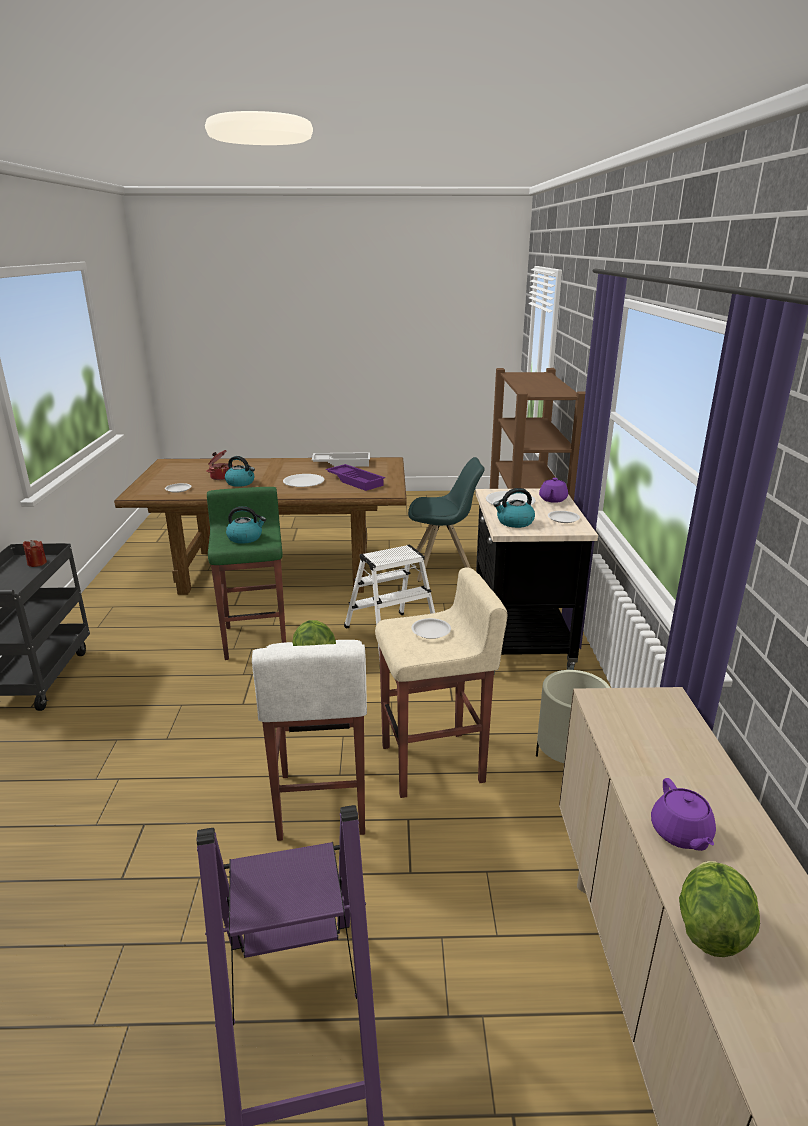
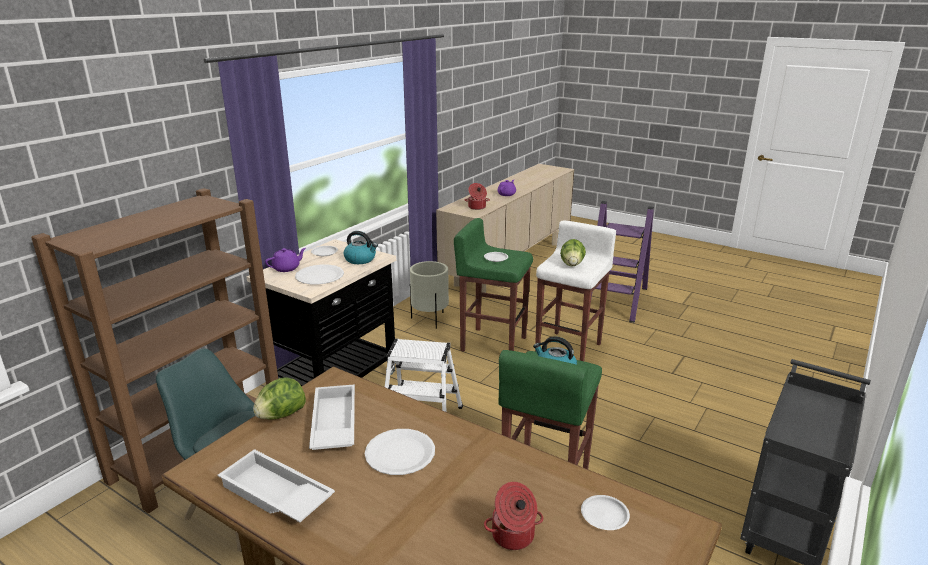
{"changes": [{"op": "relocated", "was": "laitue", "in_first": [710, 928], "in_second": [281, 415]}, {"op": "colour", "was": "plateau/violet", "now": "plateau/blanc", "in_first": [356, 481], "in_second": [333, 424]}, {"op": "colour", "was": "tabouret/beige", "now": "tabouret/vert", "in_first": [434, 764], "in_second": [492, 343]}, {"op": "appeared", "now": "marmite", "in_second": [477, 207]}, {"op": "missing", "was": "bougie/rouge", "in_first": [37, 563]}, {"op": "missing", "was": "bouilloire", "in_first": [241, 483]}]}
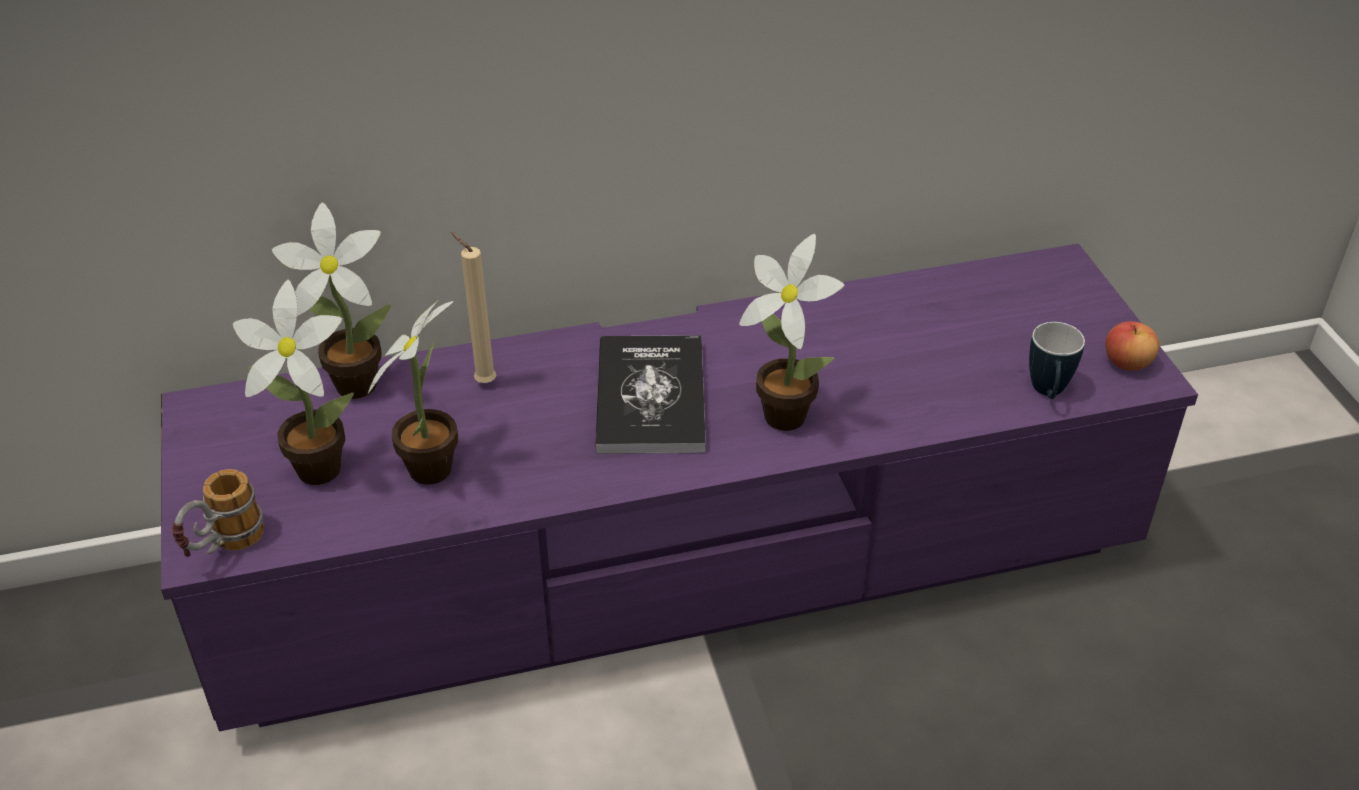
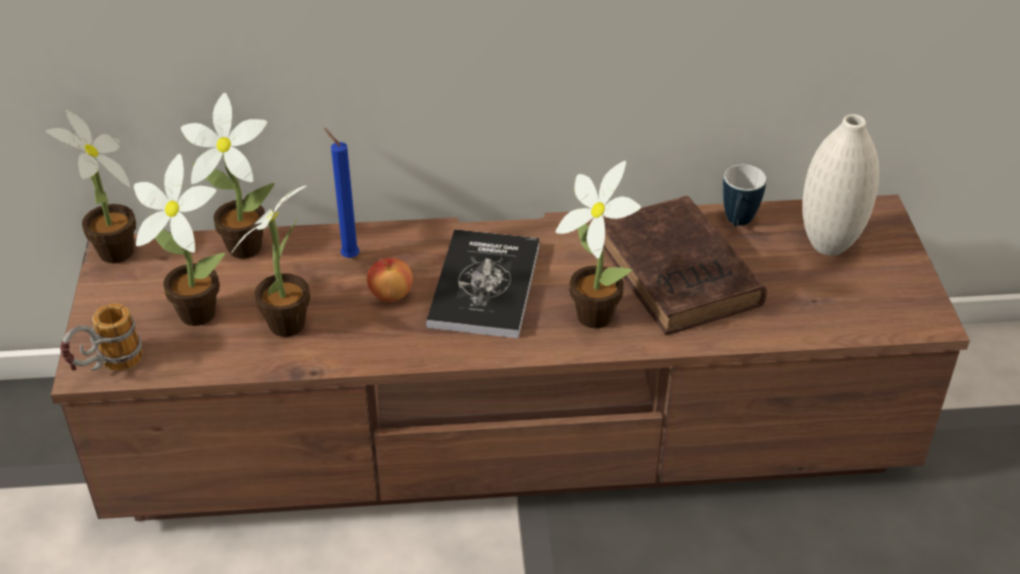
{"changes": [{"op": "appeared", "now": "plante en pot", "in_second": [114, 256]}, {"op": "colour", "was": "meuble télé/violet", "now": "meuble télé/marron", "in_first": [680, 564], "in_second": [511, 434]}, {"op": "colour", "was": "bougie/beige", "now": "bougie/bleu", "in_first": [482, 381], "in_second": [348, 256]}, {"op": "relocated", "was": "pomme", "in_first": [1127, 363], "in_second": [391, 294]}, {"op": "appeared", "now": "livre/marron", "in_second": [679, 275]}, {"op": "relocated", "was": "mug", "in_first": [1048, 394], "in_second": [737, 223]}, {"op": "appeared", "now": "vase/blanc", "in_second": [828, 245]}]}
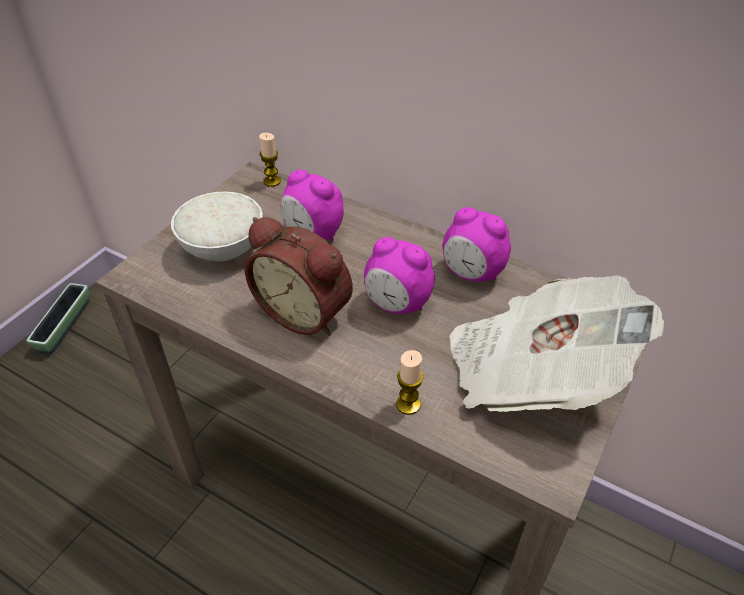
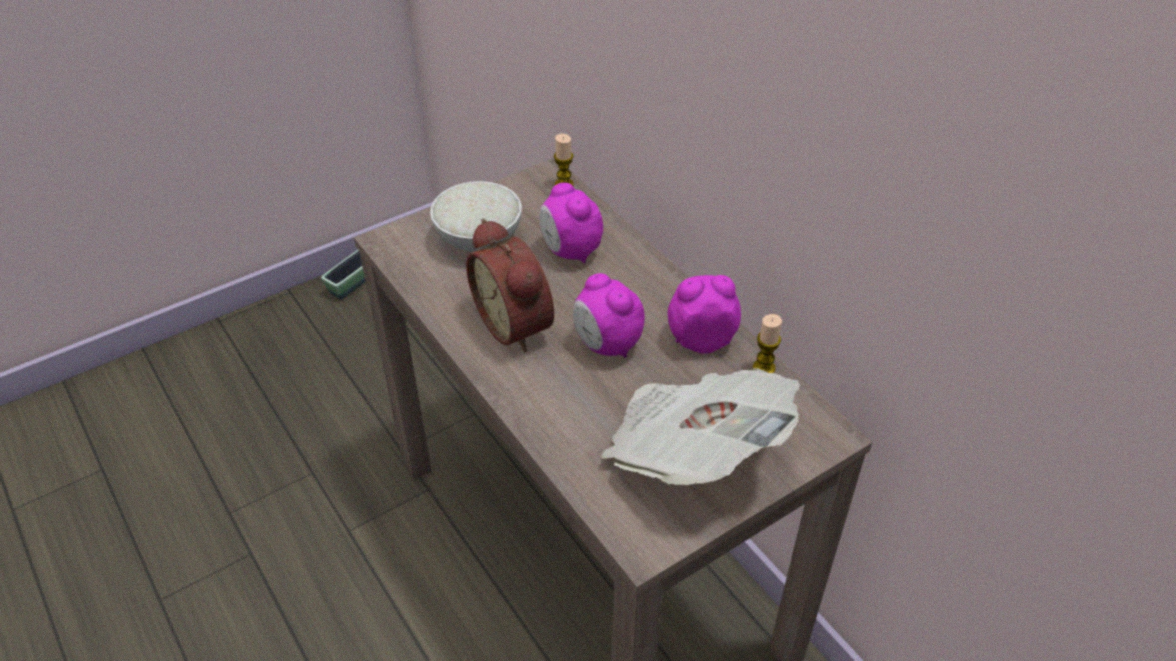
{"changes": [{"op": "spun", "was": "réveil", "in_first": [472, 273], "in_second": [701, 339], "clockwise": 120}, {"op": "relocated", "was": "bougie", "in_first": [408, 404], "in_second": [763, 368]}]}
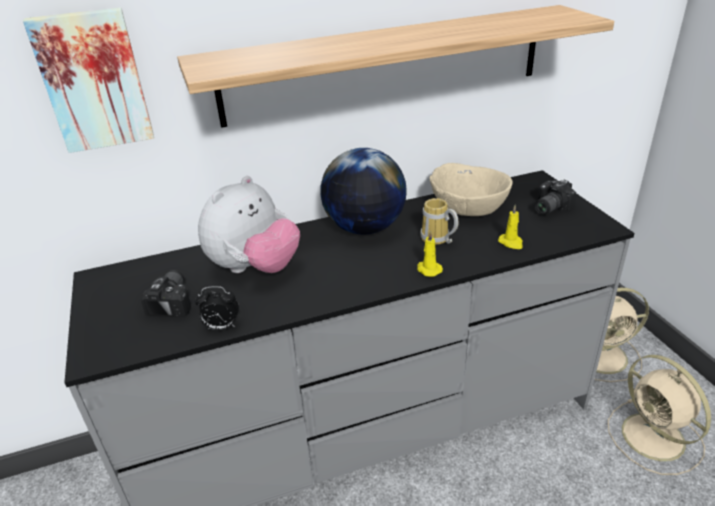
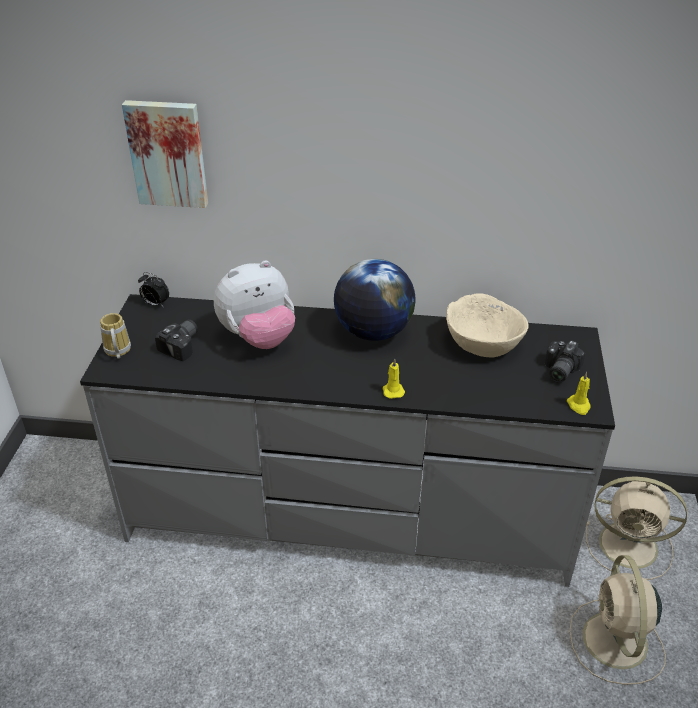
{"changes": [{"op": "relocated", "was": "mug", "in_first": [437, 240], "in_second": [116, 352]}, {"op": "relocated", "was": "réveil", "in_first": [221, 327], "in_second": [155, 304]}, {"op": "spun", "was": "appareil photo", "in_first": [548, 208], "in_second": [558, 370], "clockwise": -45}, {"op": "relocated", "was": "bougie/jaune", "in_first": [511, 243], "in_second": [579, 406]}, {"op": "missing", "was": "étagère", "in_first": [386, 64]}]}
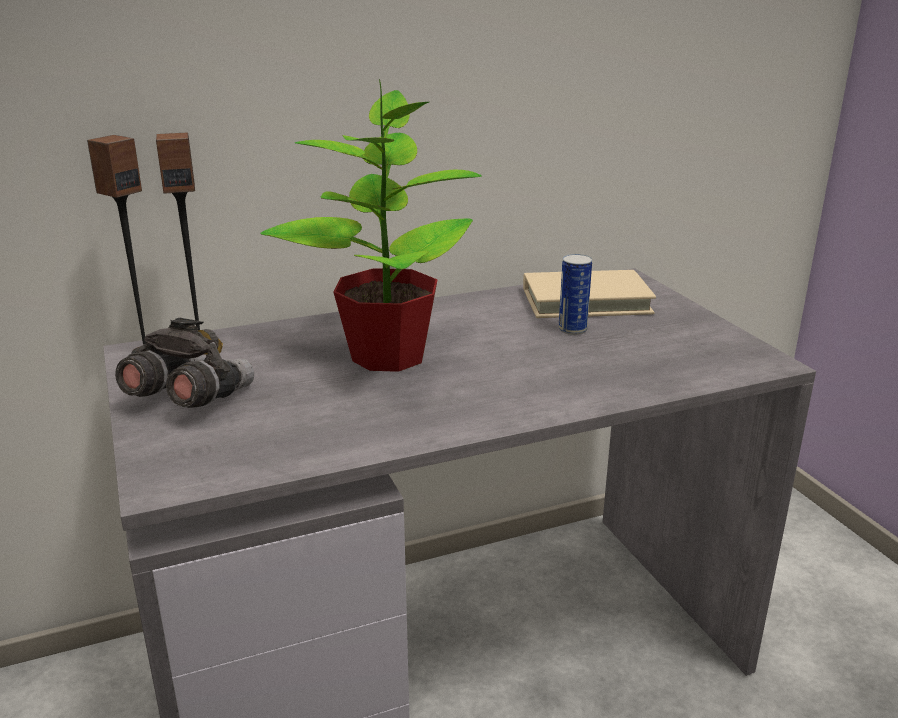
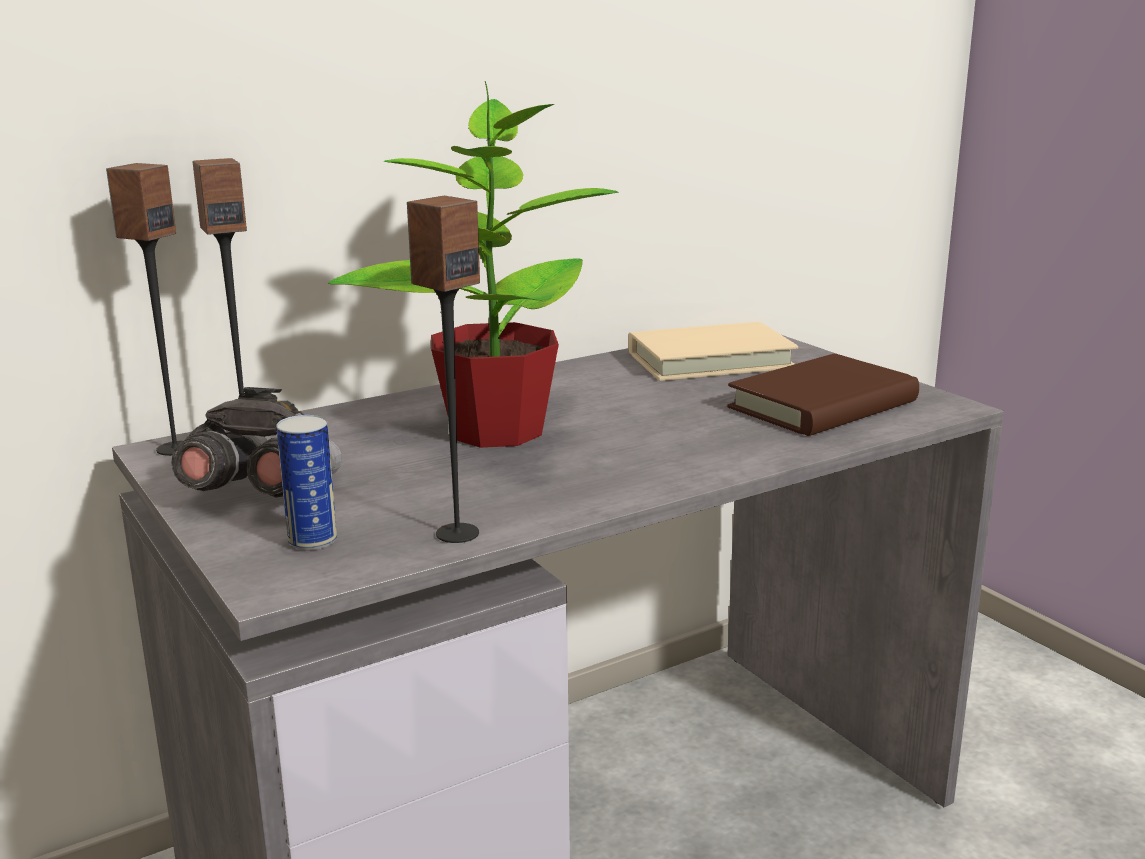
{"changes": [{"op": "relocated", "was": "boîte métallique", "in_first": [572, 329], "in_second": [312, 541]}, {"op": "appeared", "now": "enceinte", "in_second": [457, 533]}, {"op": "appeared", "now": "livre/marron", "in_second": [823, 405]}]}
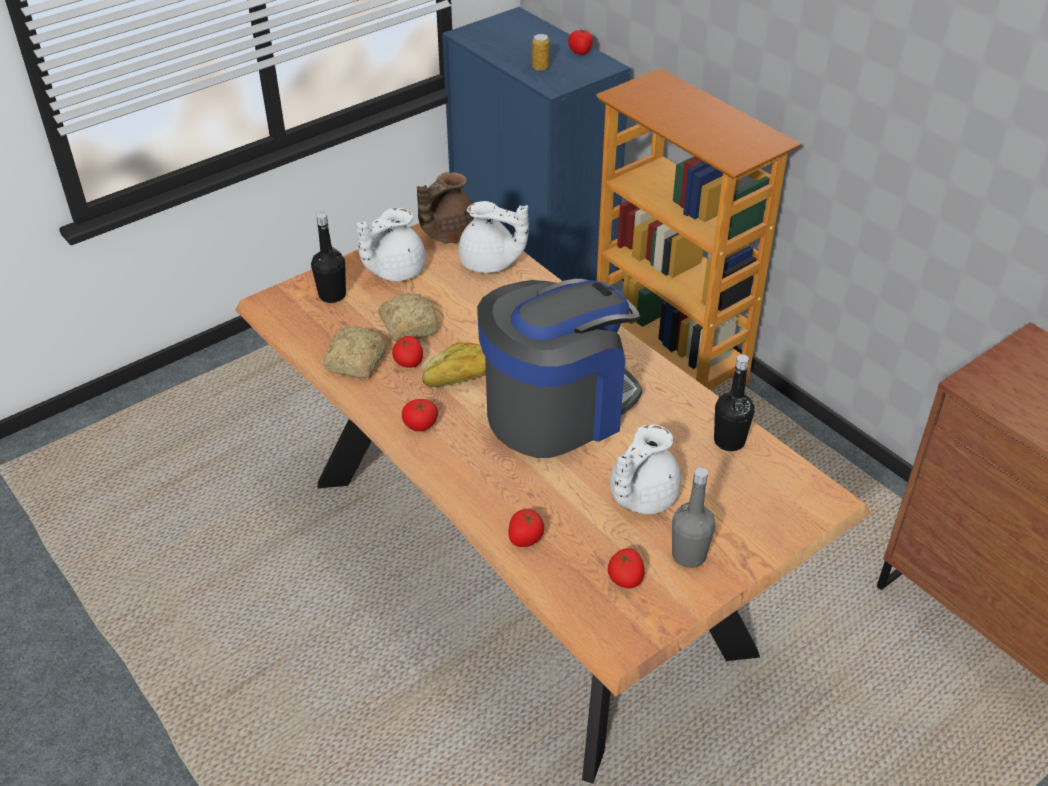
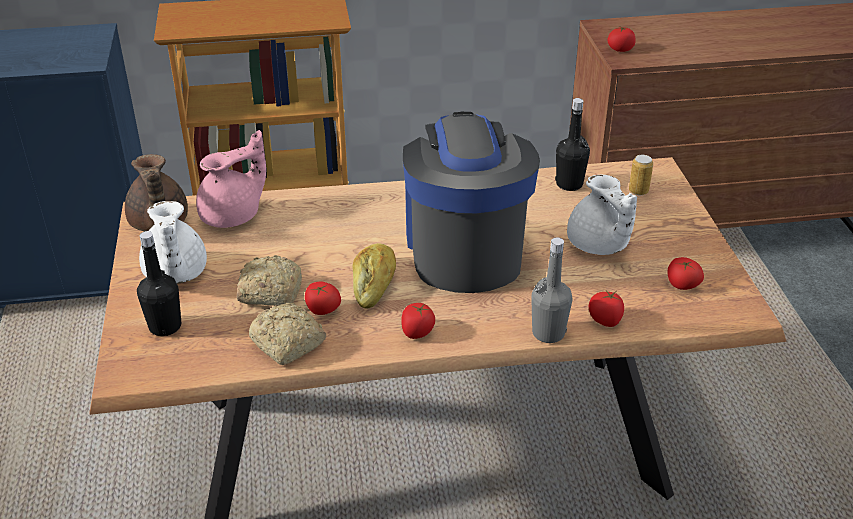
{"changes": [{"op": "colour", "was": "théière/blanc", "now": "théière/rose", "in_first": [490, 264], "in_second": [233, 215]}, {"op": "relocated", "was": "bouteille/gris", "in_first": [688, 555], "in_second": [548, 333]}, {"op": "relocated", "was": "tomate", "in_first": [580, 51], "in_second": [620, 49]}, {"op": "relocated", "was": "boîte métallique", "in_first": [540, 67], "in_second": [638, 191]}]}
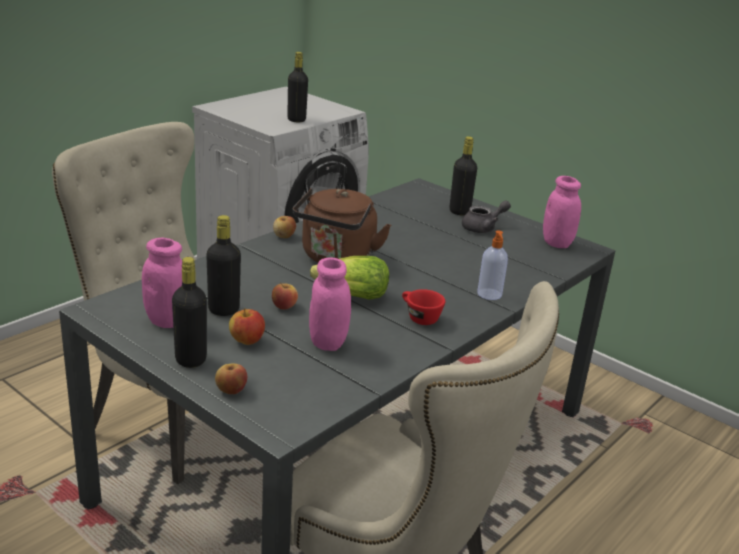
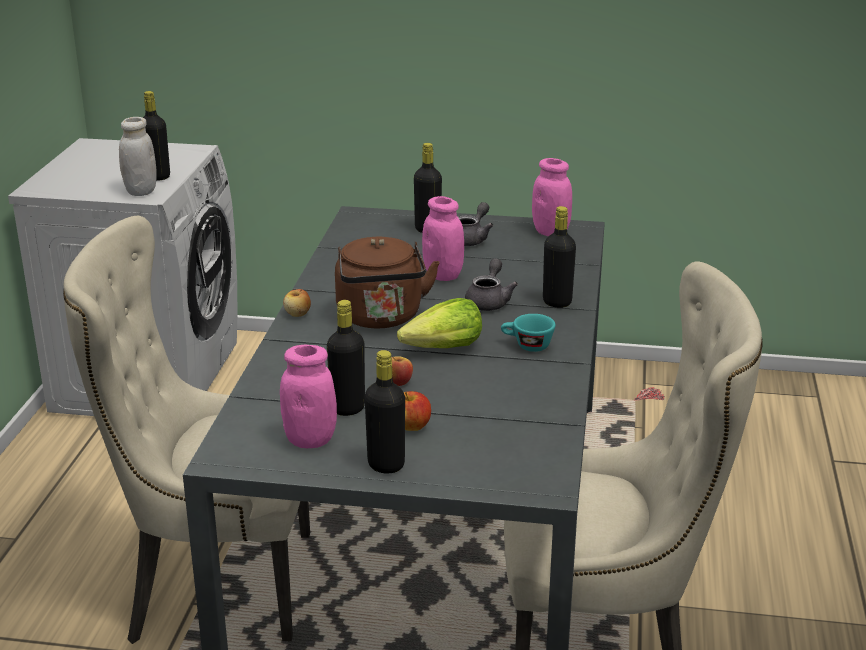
{"changes": [{"op": "appeared", "now": "bocal/blanc", "in_second": [140, 191]}, {"op": "relocated", "was": "bocal/rose", "in_first": [328, 342], "in_second": [443, 275]}, {"op": "appeared", "now": "théière/gris", "in_second": [489, 301]}, {"op": "colour", "was": "tasse/rouge", "now": "tasse/turquoise", "in_first": [419, 317], "in_second": [527, 346]}, {"op": "exchanged", "was": "distributeur de savon", "now": "bouteille/noir", "in_first": [489, 295], "in_second": [557, 302]}, {"op": "missing", "was": "pomme", "in_first": [231, 390]}]}
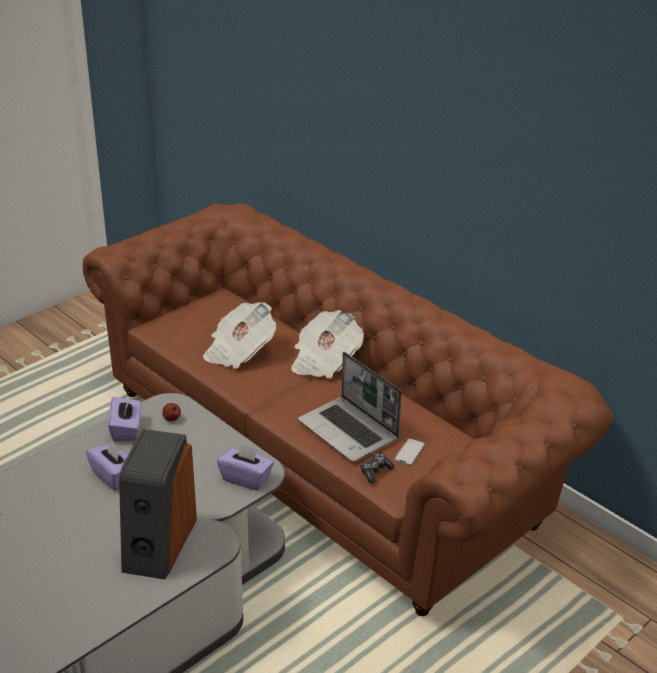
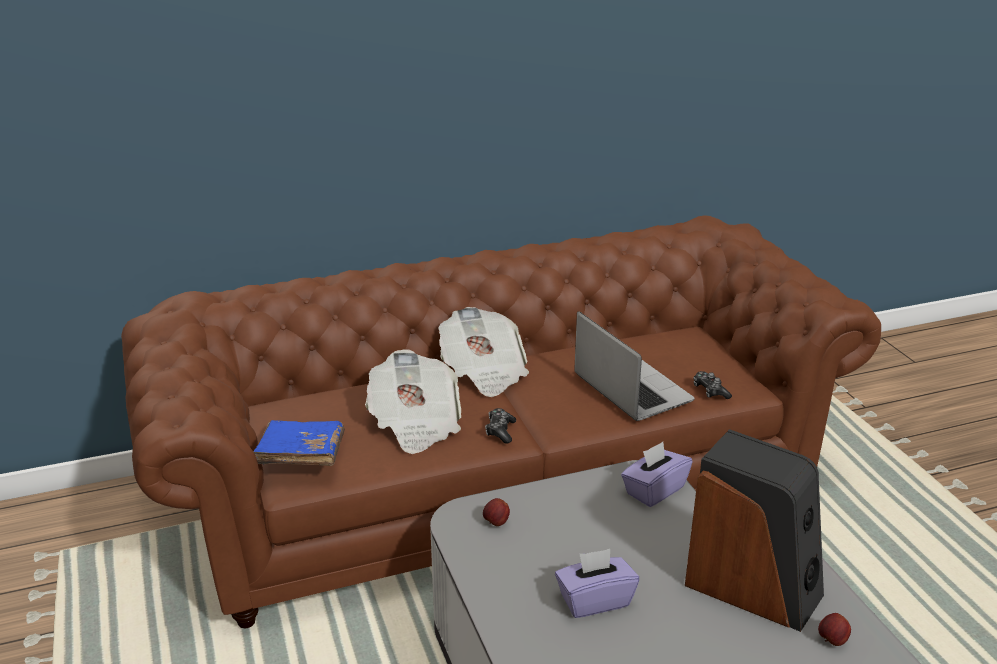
{"changes": [{"op": "appeared", "now": "livre/bleu", "in_second": [301, 458]}, {"op": "appeared", "now": "manette", "in_second": [500, 431]}, {"op": "spun", "was": "ordinateur portable", "in_first": [349, 431], "in_second": [630, 389], "clockwise": -105}, {"op": "appeared", "now": "pomme", "in_second": [832, 641]}, {"op": "missing", "was": "boîte à mouchoirs/violet", "in_first": [126, 429]}, {"op": "missing", "was": "téléphone", "in_first": [409, 452]}]}
